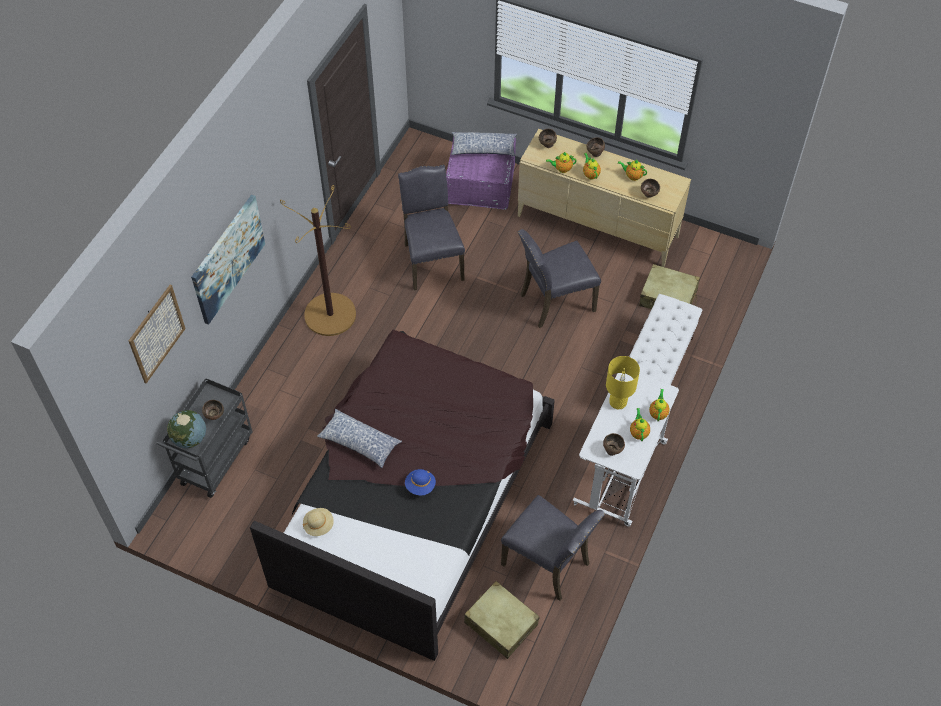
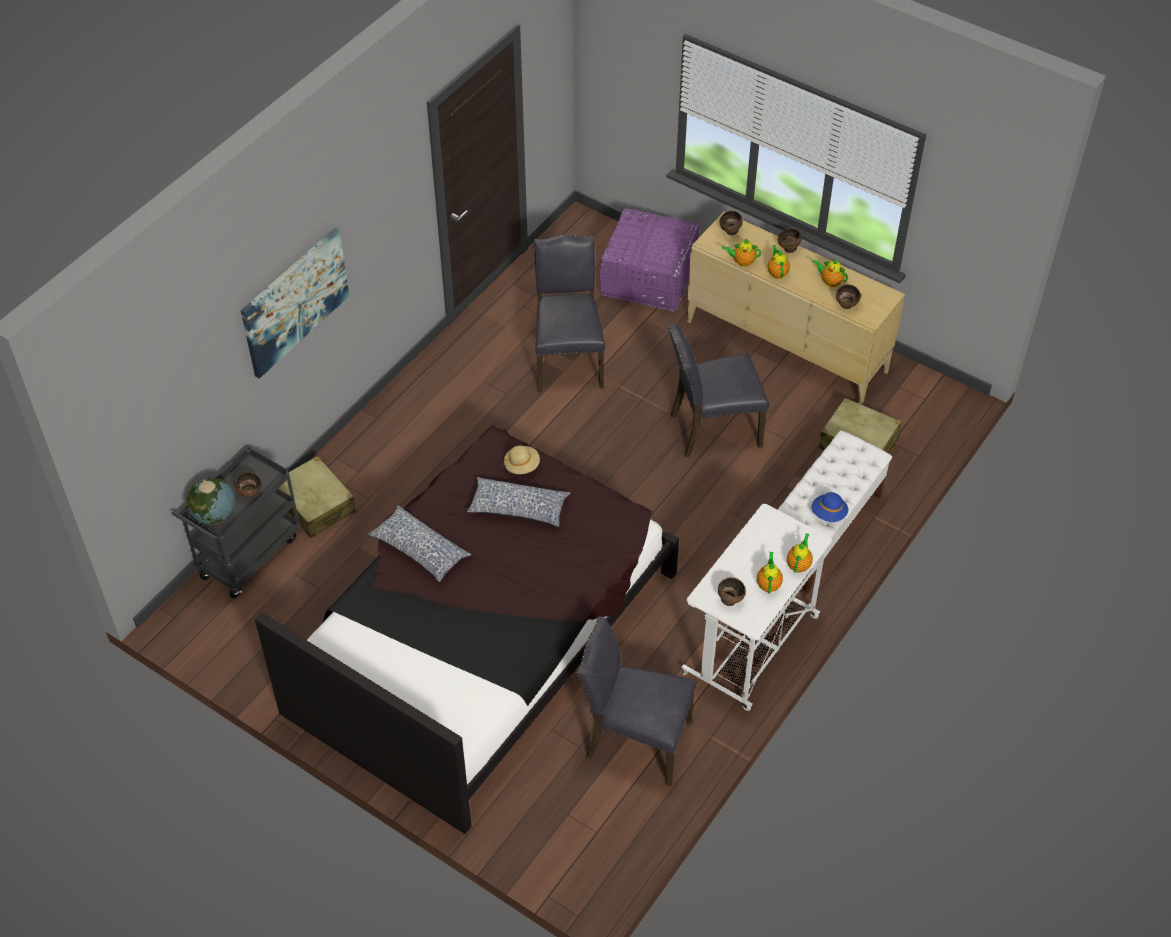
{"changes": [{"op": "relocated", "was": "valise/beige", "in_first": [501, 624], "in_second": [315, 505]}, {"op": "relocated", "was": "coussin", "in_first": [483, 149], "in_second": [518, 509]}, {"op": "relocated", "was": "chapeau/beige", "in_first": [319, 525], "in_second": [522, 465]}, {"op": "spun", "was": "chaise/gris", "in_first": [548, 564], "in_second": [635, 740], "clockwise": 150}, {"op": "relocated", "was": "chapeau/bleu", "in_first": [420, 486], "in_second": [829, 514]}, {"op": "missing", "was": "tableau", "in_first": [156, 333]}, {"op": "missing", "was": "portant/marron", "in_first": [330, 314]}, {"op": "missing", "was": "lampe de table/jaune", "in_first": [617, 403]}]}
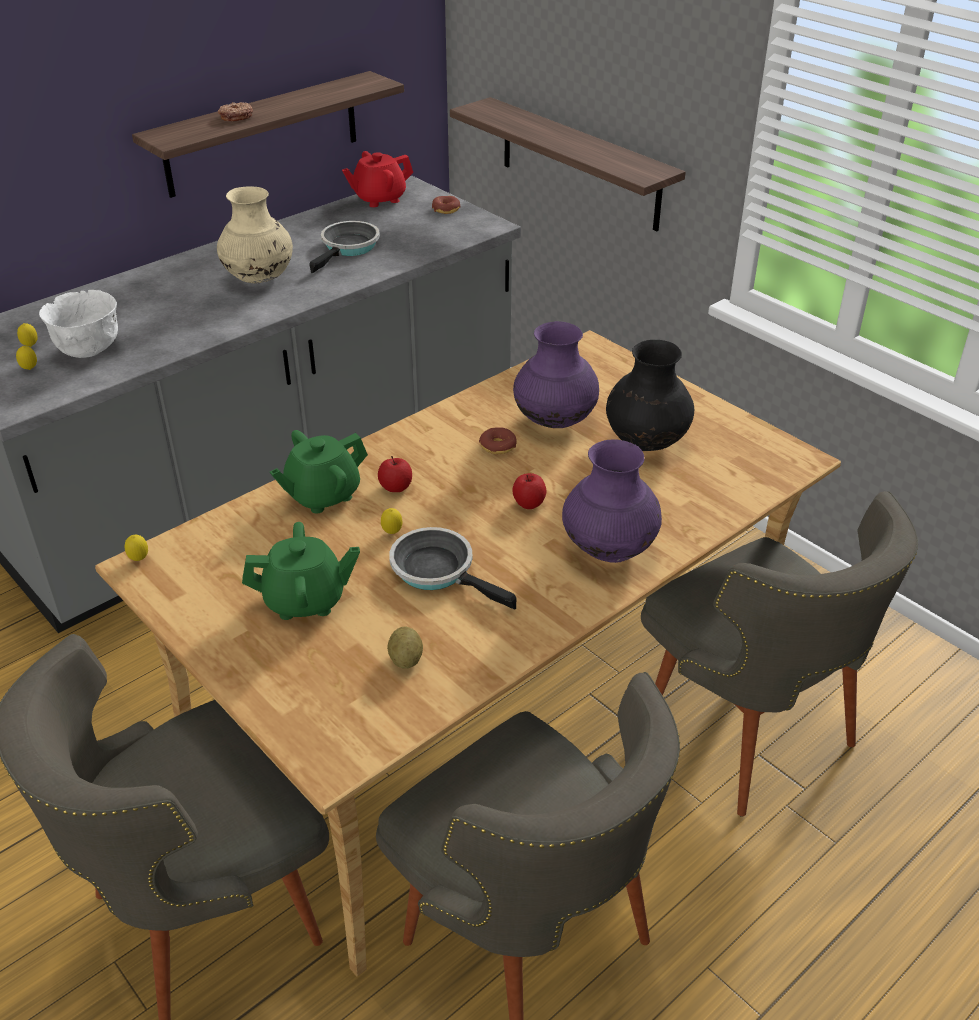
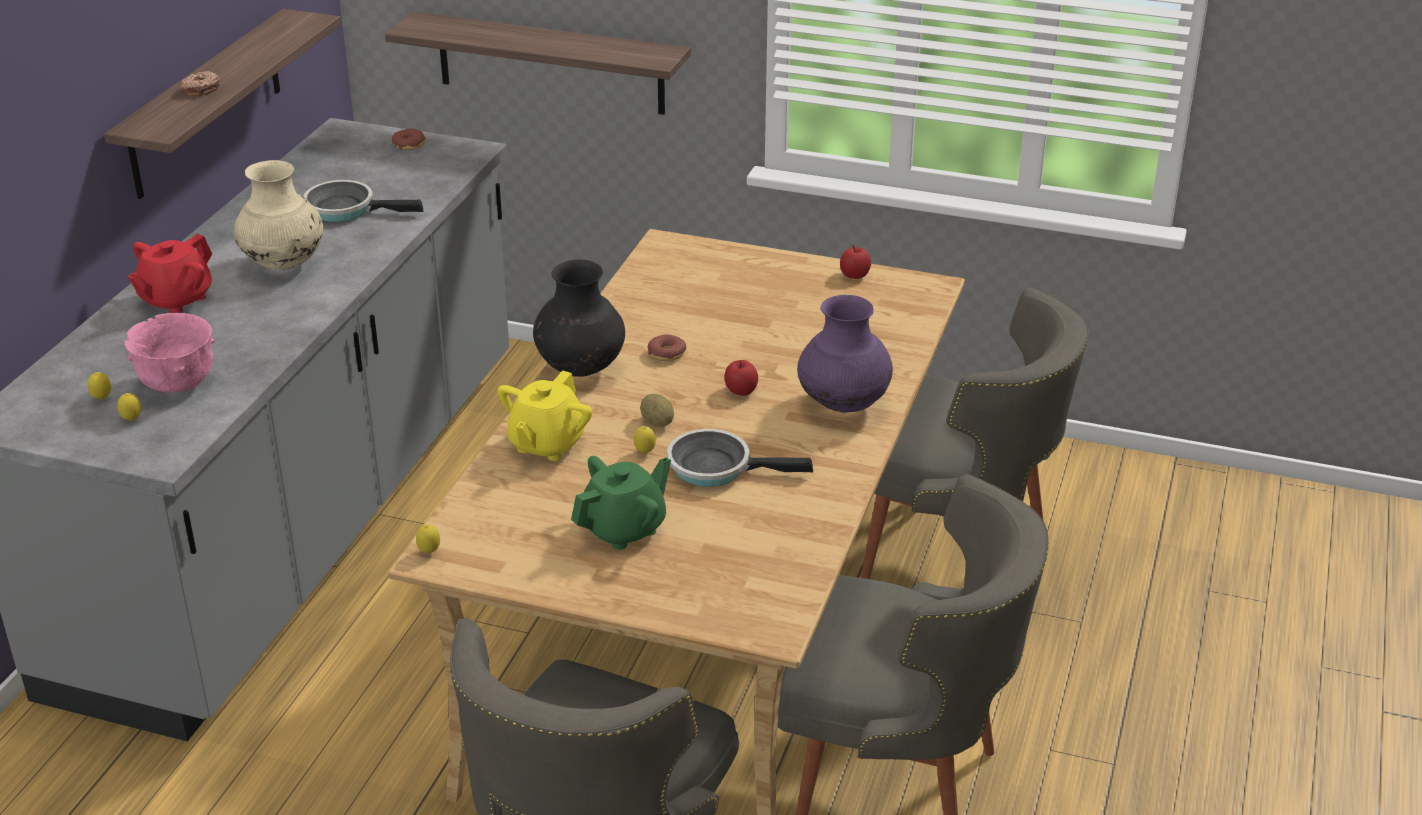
{"changes": [{"op": "colour", "was": "bol/blanc", "now": "bol/rose", "in_first": [89, 351], "in_second": [177, 384]}, {"op": "relocated", "was": "théière/rouge", "in_first": [379, 199], "in_second": [176, 300]}, {"op": "spun", "was": "poêle", "in_first": [348, 248], "in_second": [346, 209], "clockwise": -75}, {"op": "colour", "was": "théière/vert", "now": "théière/jaune", "in_first": [322, 495], "in_second": [546, 444]}, {"op": "relocated", "was": "vase/noir", "in_first": [646, 442], "in_second": [580, 368]}, {"op": "relocated", "was": "pomme de terre", "in_first": [406, 659], "in_second": [657, 422]}, {"op": "relocated", "was": "pomme", "in_first": [395, 487], "in_second": [854, 275]}, {"op": "missing", "was": "vase/violet", "in_first": [555, 421]}]}
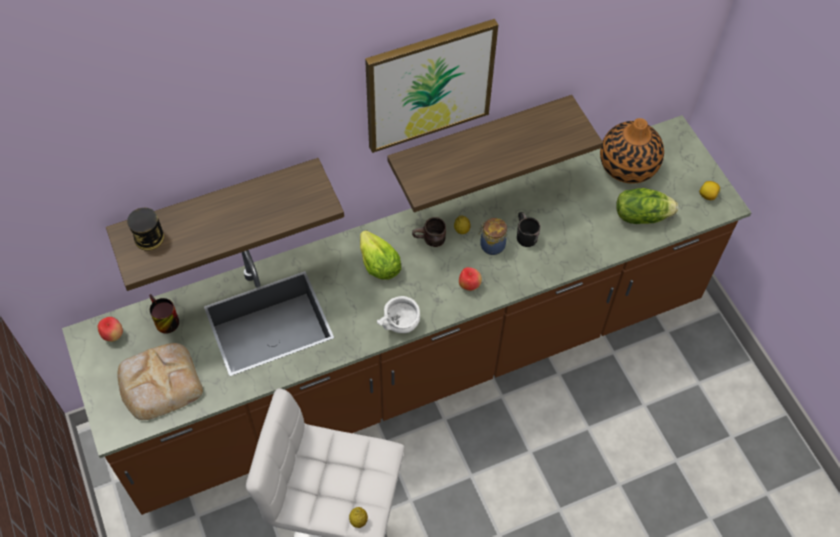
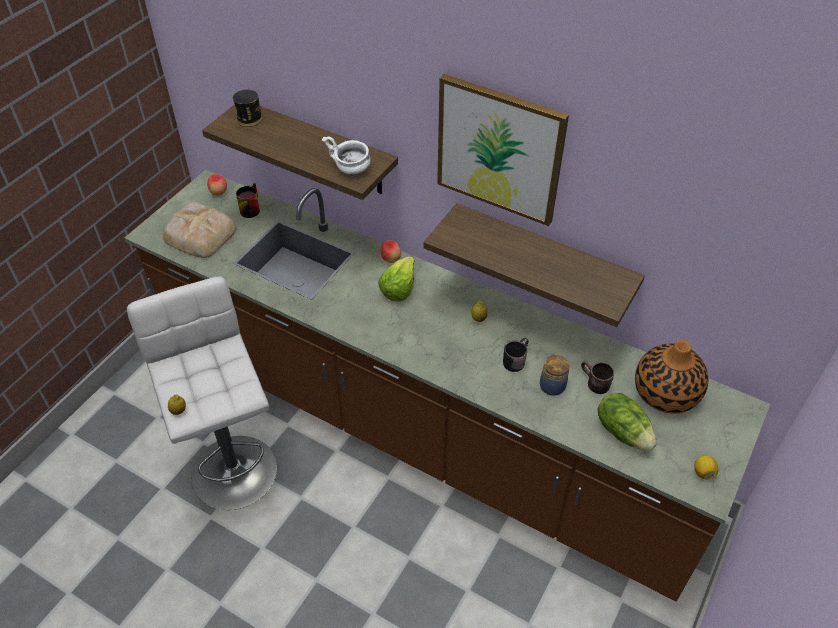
{"changes": [{"op": "relocated", "was": "bol/blanc", "in_first": [401, 323], "in_second": [351, 169]}, {"op": "relocated", "was": "pomme", "in_first": [469, 285], "in_second": [390, 259]}, {"op": "relocated", "was": "bocal", "in_first": [491, 245], "in_second": [552, 385]}, {"op": "relocated", "was": "mug/marron", "in_first": [430, 241], "in_second": [593, 384]}]}
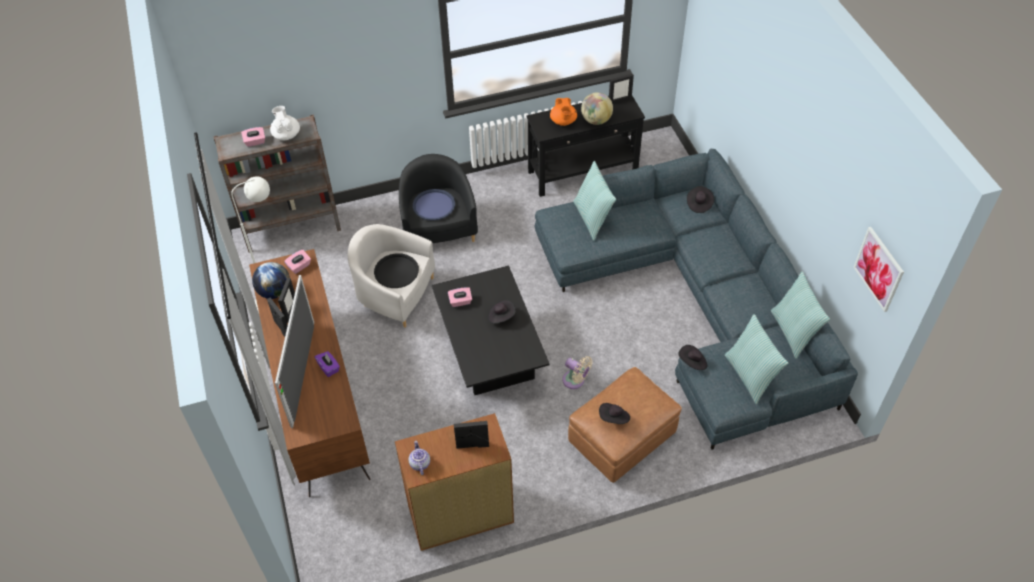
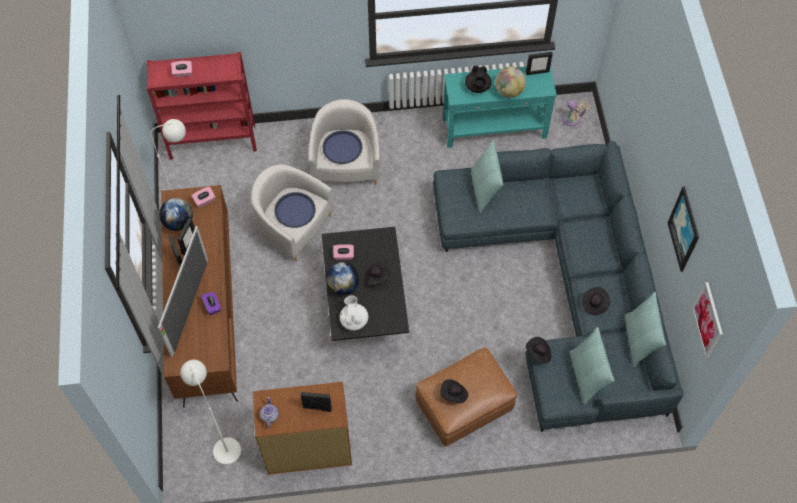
{"changes": [{"op": "colour", "was": "bibliothèque/gris", "now": "bibliothèque/rouge", "in_first": [292, 229], "in_second": [212, 141]}, {"op": "appeared", "now": "lampadaire/blanc", "in_second": [223, 444]}, {"op": "colour", "was": "plateau/noir", "now": "plateau/bleu", "in_first": [396, 271], "in_second": [295, 210]}, {"op": "colour", "was": "fauteuil/noir", "now": "fauteuil/blanc", "in_first": [438, 227], "in_second": [346, 164]}, {"op": "appeared", "now": "globe", "in_second": [343, 286]}, {"op": "relocated", "was": "théière/blanc", "in_first": [286, 135], "in_second": [354, 320]}, {"op": "colour", "was": "table console/noir", "now": "table console/turquoise", "in_first": [583, 172], "in_second": [495, 128]}, {"op": "colour", "was": "théière/orange", "now": "théière/noir", "in_first": [563, 121], "in_second": [477, 87]}, {"op": "relocated", "was": "ventilateur/beige", "in_first": [575, 381], "in_second": [572, 120]}, {"op": "relocated", "was": "chapeau/noir", "in_first": [699, 204], "in_second": [594, 304]}, {"op": "appeared", "now": "tableau", "in_second": [684, 229]}]}
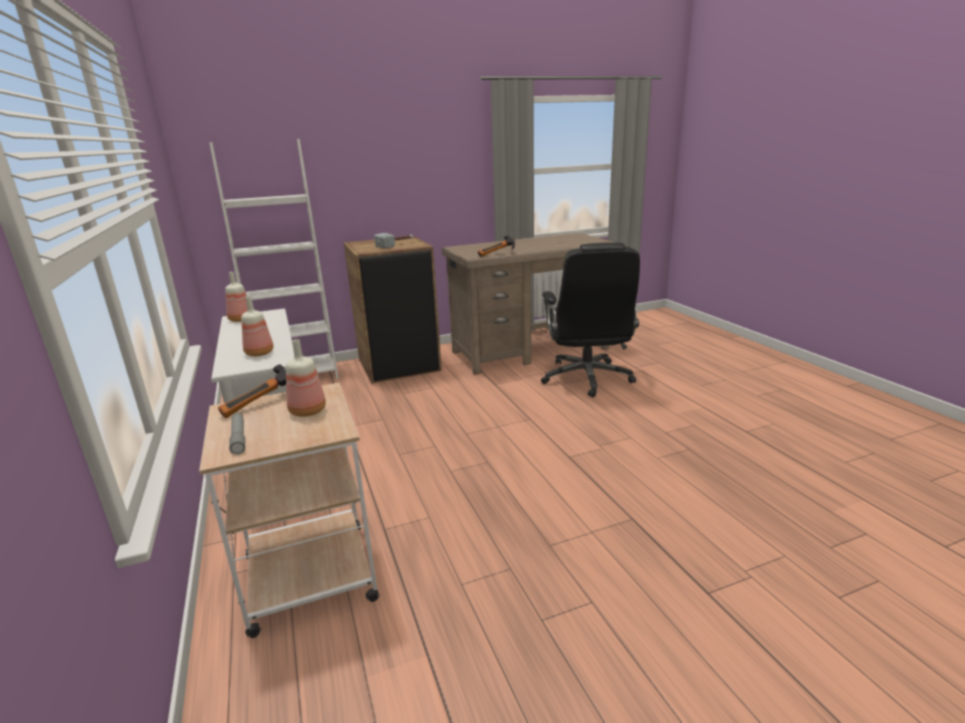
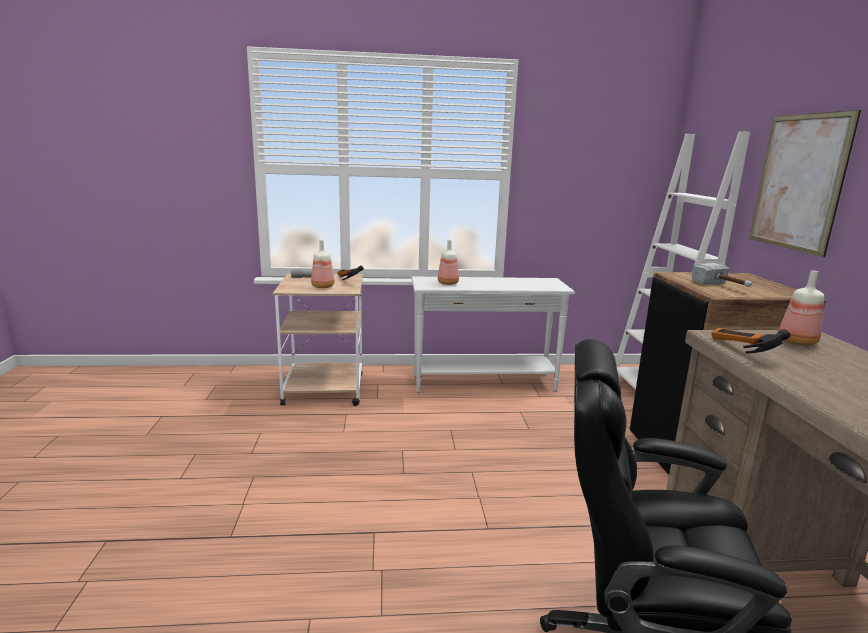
{"changes": [{"op": "appeared", "now": "tableau", "in_second": [798, 182]}, {"op": "relocated", "was": "bouteille", "in_first": [240, 320], "in_second": [795, 341]}]}
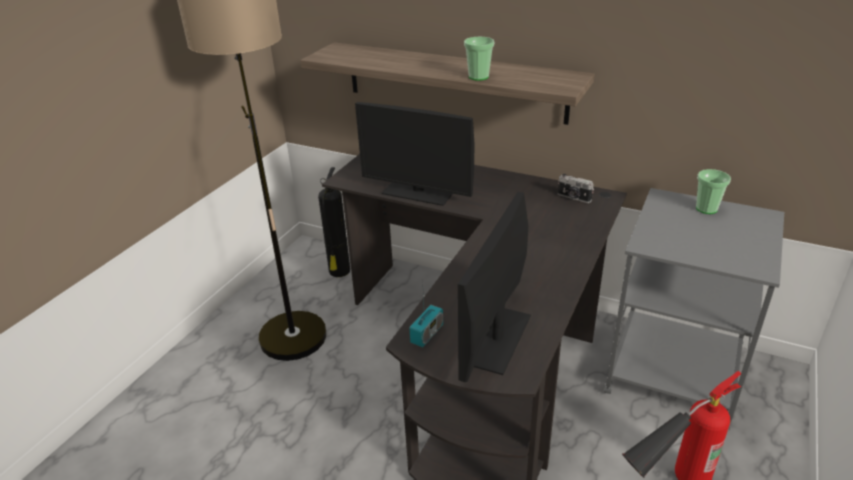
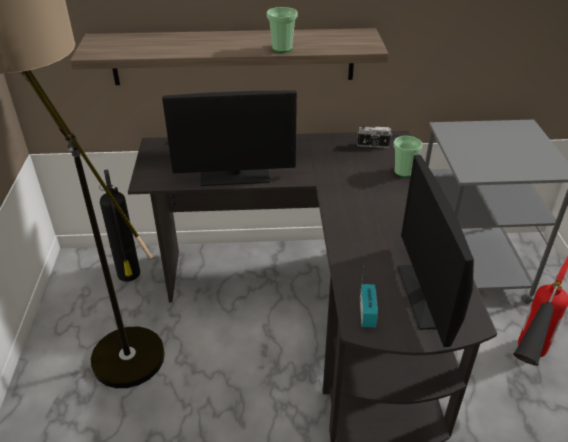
{"changes": [{"op": "relocated", "was": "tasse", "in_first": [706, 209], "in_second": [403, 172]}]}
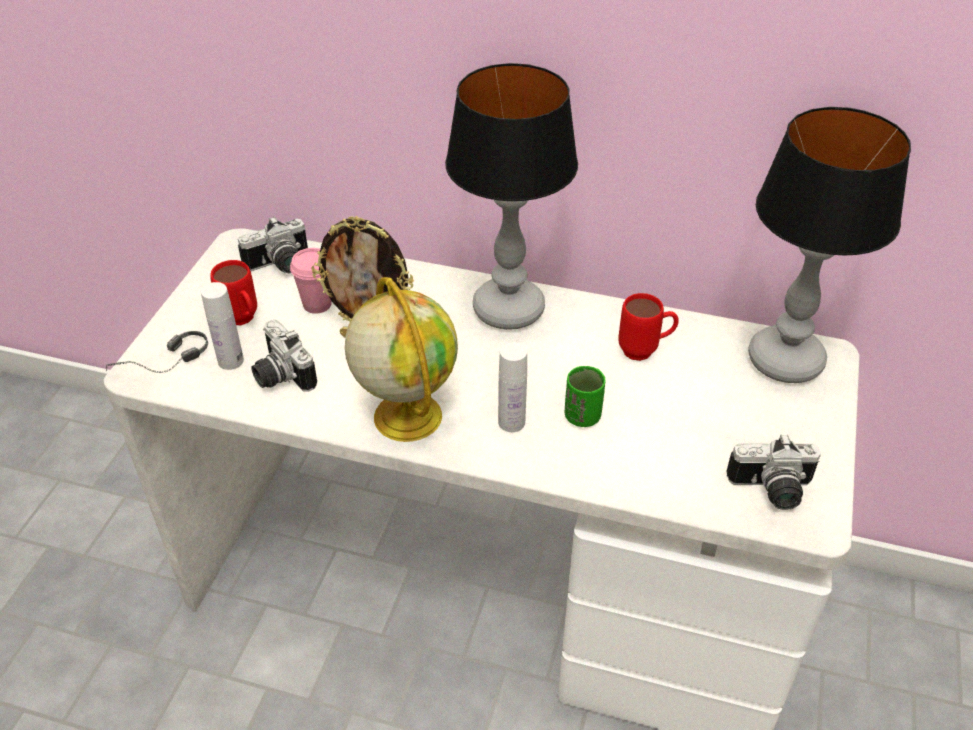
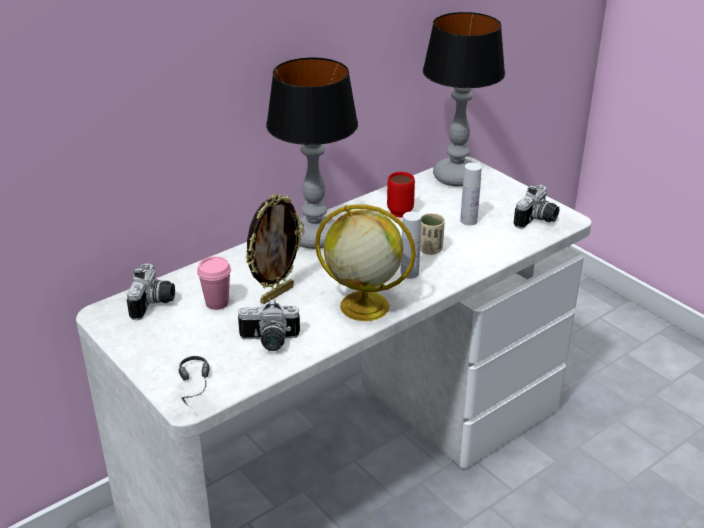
{"changes": [{"op": "colour", "was": "tasse/vert", "now": "tasse/beige", "in_first": [582, 416], "in_second": [430, 249]}, {"op": "relocated", "was": "bouteille/blanc", "in_first": [230, 361], "in_second": [468, 221]}, {"op": "missing", "was": "mug/rouge", "in_first": [243, 321]}]}
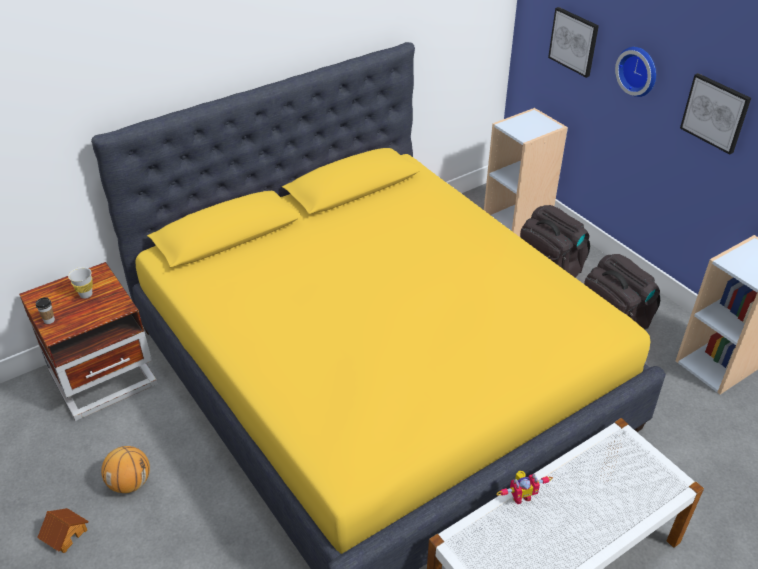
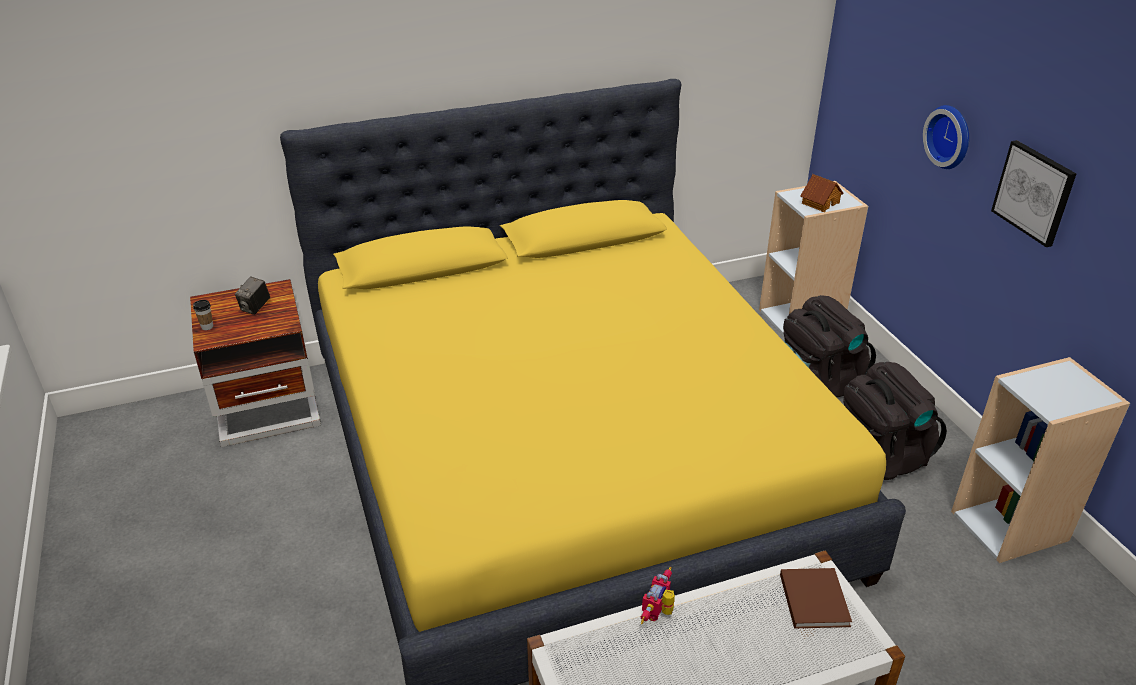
{"changes": [{"op": "exchanged", "was": "tasse/blanc", "now": "appareil photo", "in_first": [86, 294], "in_second": [255, 308]}, {"op": "spun", "was": "robot jouet", "in_first": [520, 495], "in_second": [659, 613], "clockwise": 120}, {"op": "appeared", "now": "livre/marron", "in_second": [813, 598]}, {"op": "relocated", "was": "maison miniature", "in_first": [65, 534], "in_second": [820, 203]}, {"op": "missing", "was": "ballon de basket", "in_first": [130, 483]}, {"op": "missing", "was": "tableau", "in_first": [574, 41]}]}
